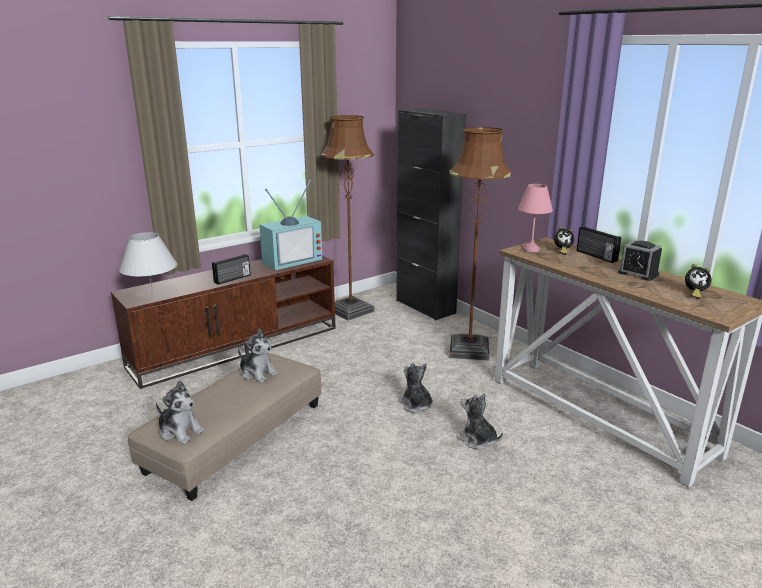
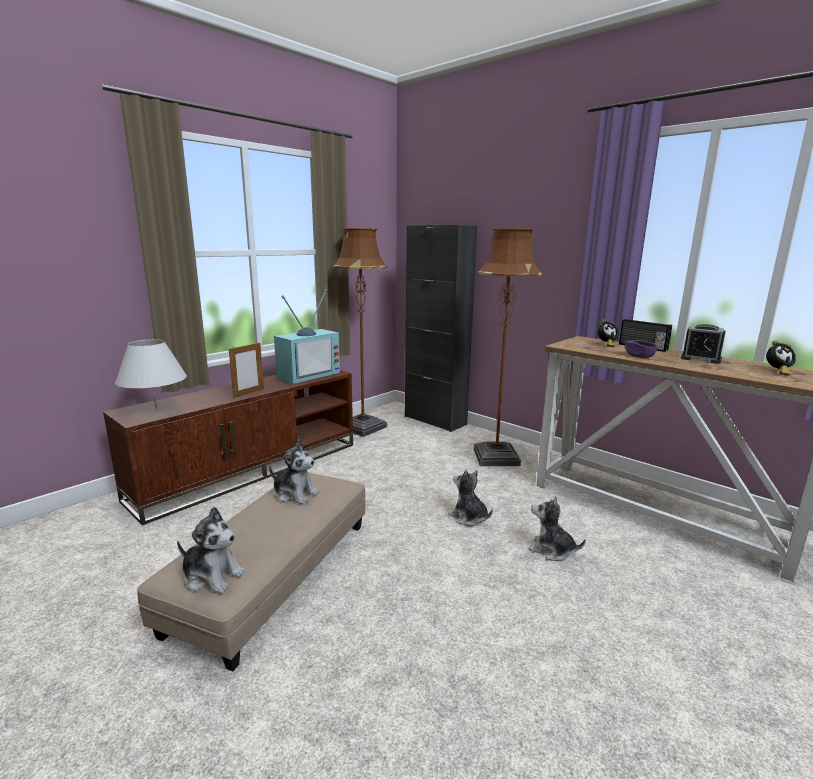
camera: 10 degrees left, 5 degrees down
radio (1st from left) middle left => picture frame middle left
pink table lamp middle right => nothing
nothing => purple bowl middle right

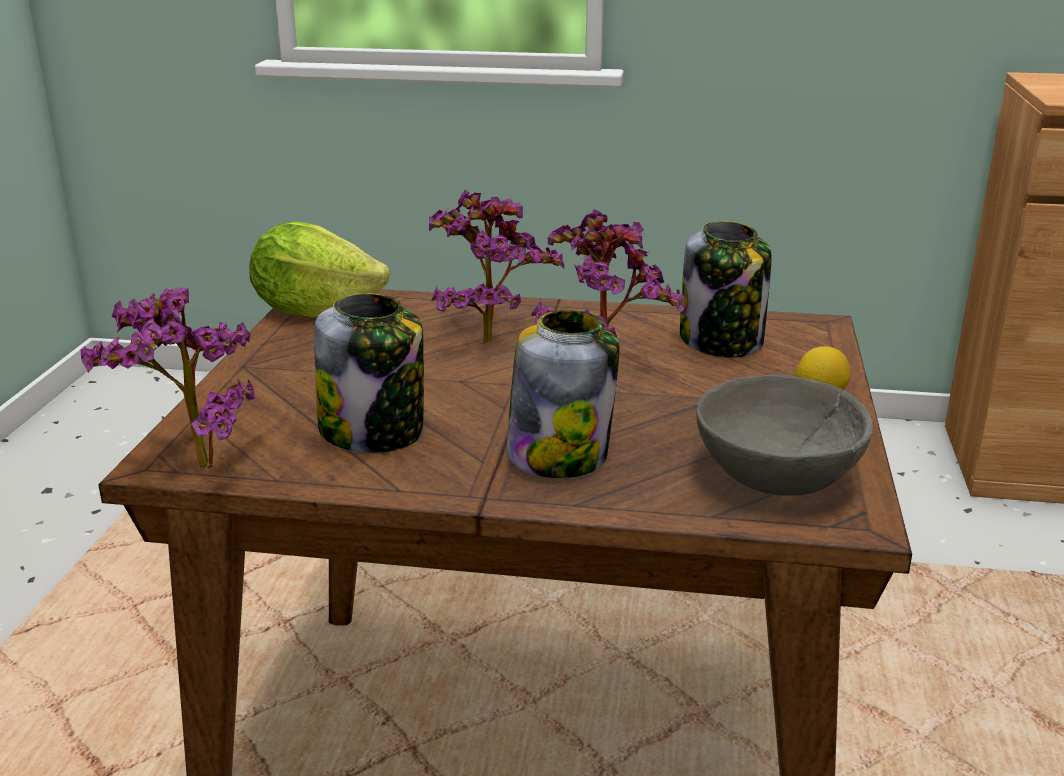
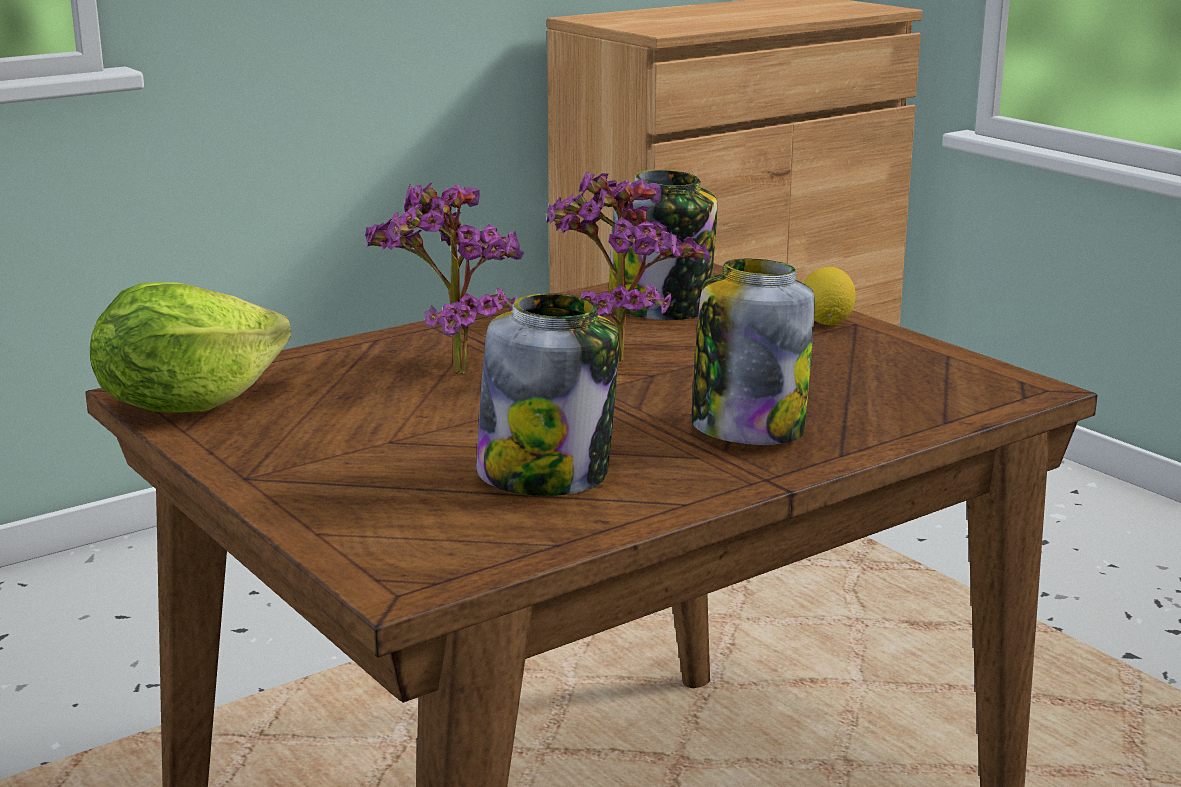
camera: 45 degrees left, 5 degrees down
potted plant (1st from left) middle left => nothing
grey bowl middle right => nothing

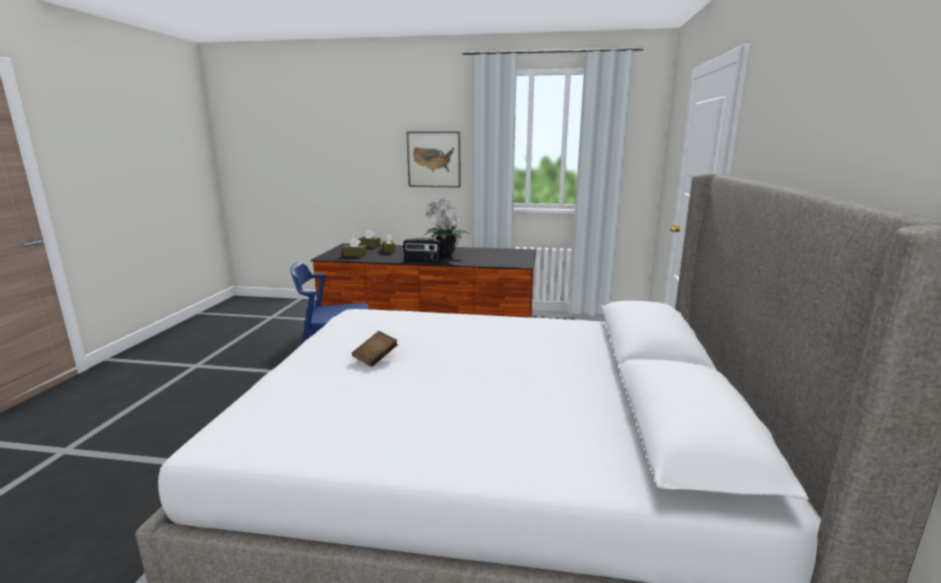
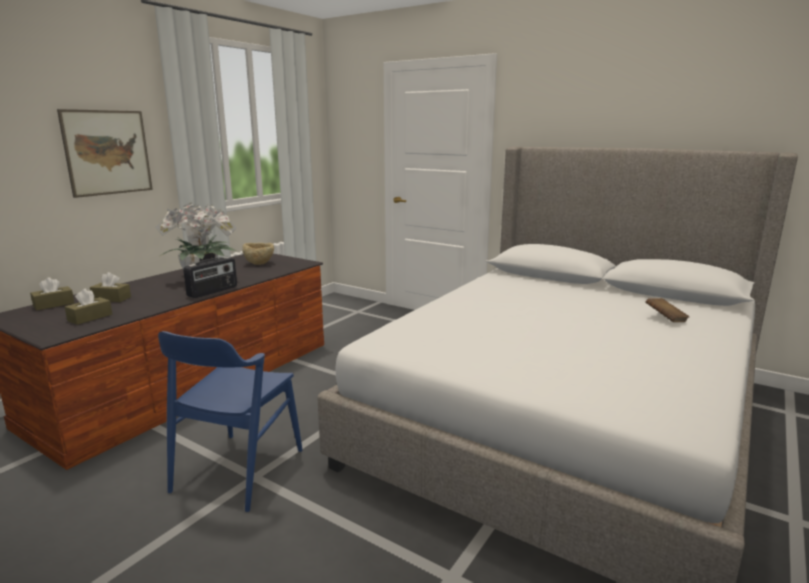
camera: 65 degrees left, 0 degrees up
brown book centre => brown book middle right, move
nothing => beige bowl middle left

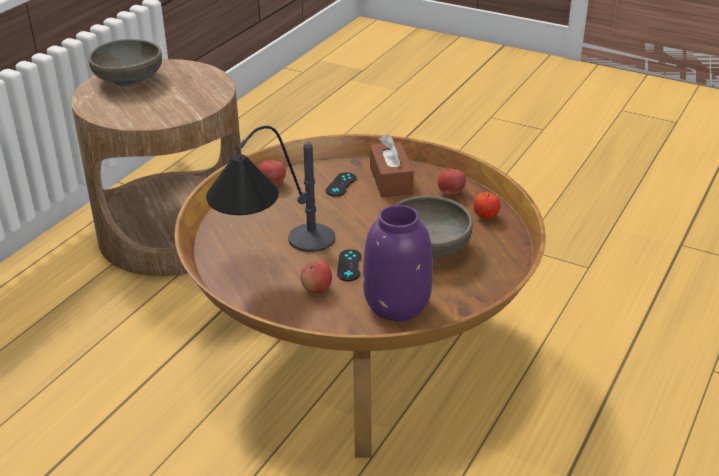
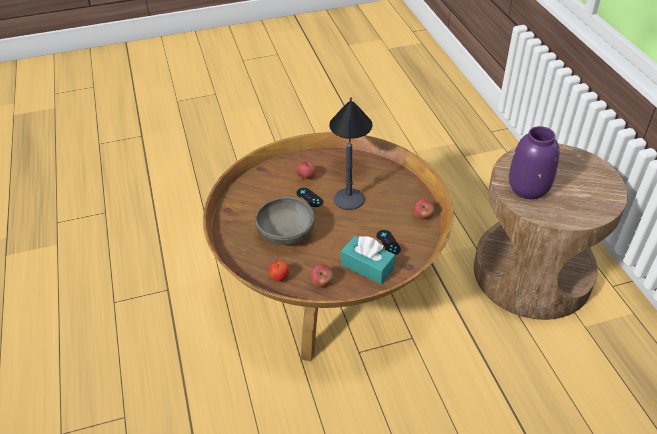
camera: 135 degrees right, 10 degrees up
grey bowl (1st from left) top left => nothing
purple vase centre => purple vase middle right, move
brown tissue box centre => turquoise tissue box centre

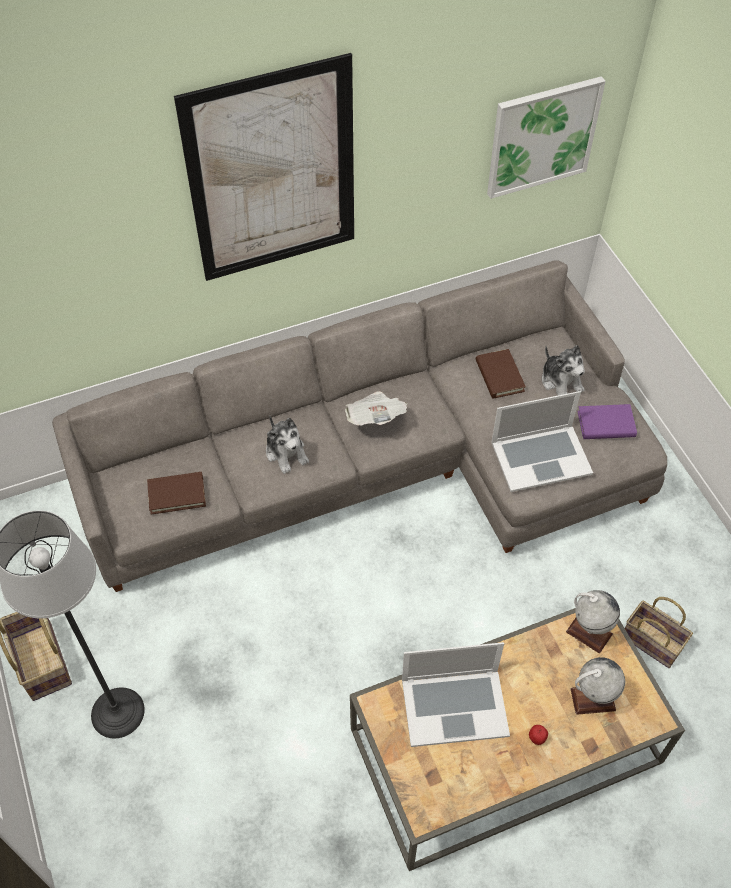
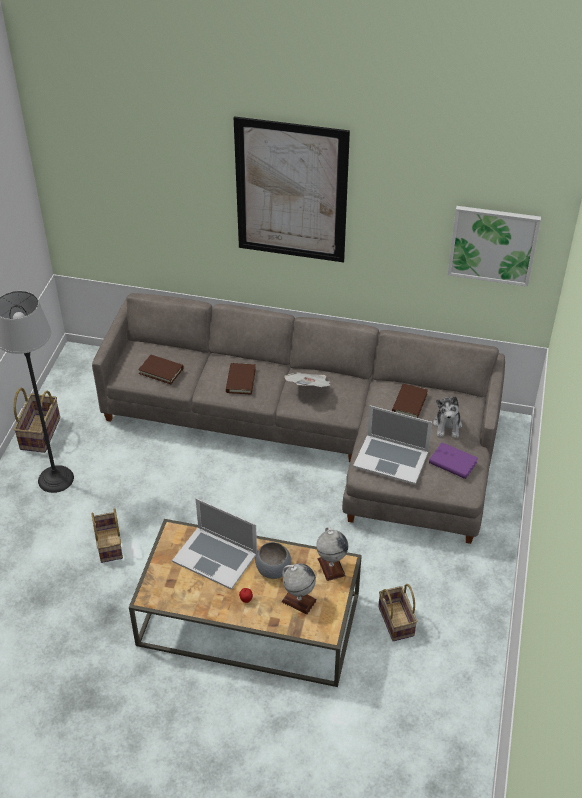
camera: 35 degrees right, 10 degrees down
plush toy (1st from left) centre => brown book (2nd from left) centre
nothing => basket (2nd from left) bottom left
nothing => grey bowl bottom centre

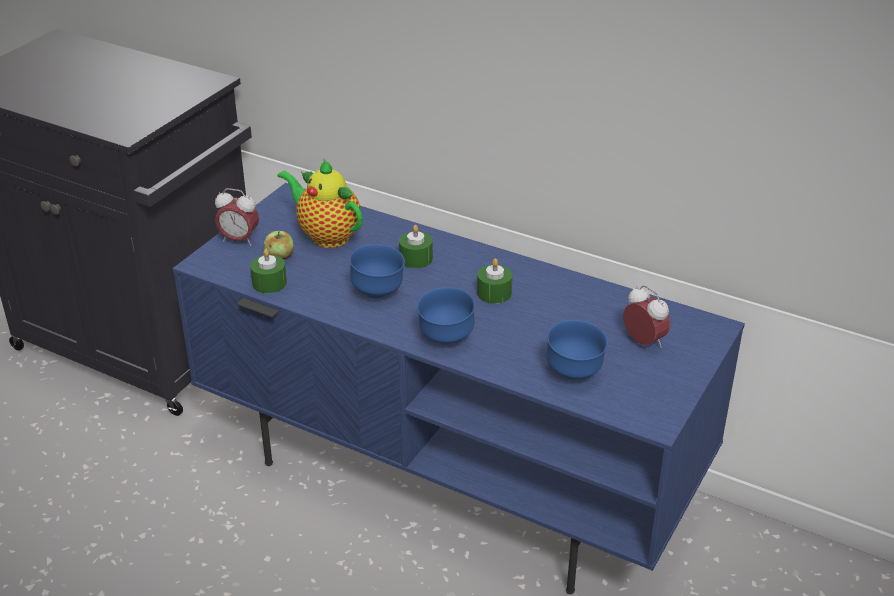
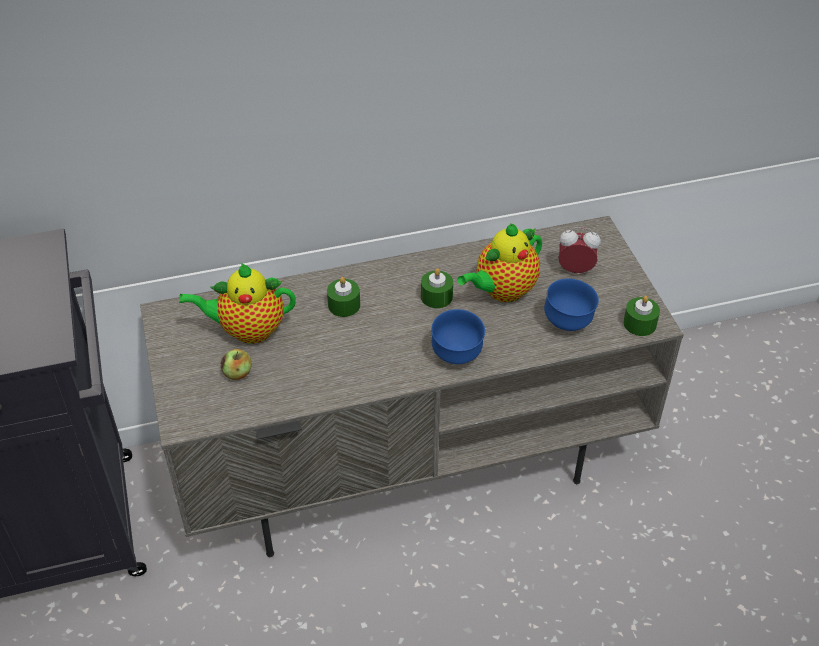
camera: 45 degrees left, 10 degrees up
blue tv stand centre => grey tv stand centre
alarm clock (1st from left) middle left => nothing
green candle (1st from left in the first image) middle left => green candle (3rd from left) middle right, move
blue bowl (1st from left) centre => nothing
nothing => teapot (2nd from left) centre

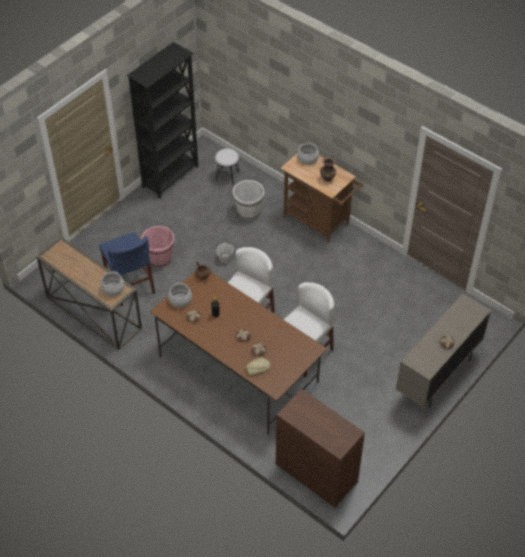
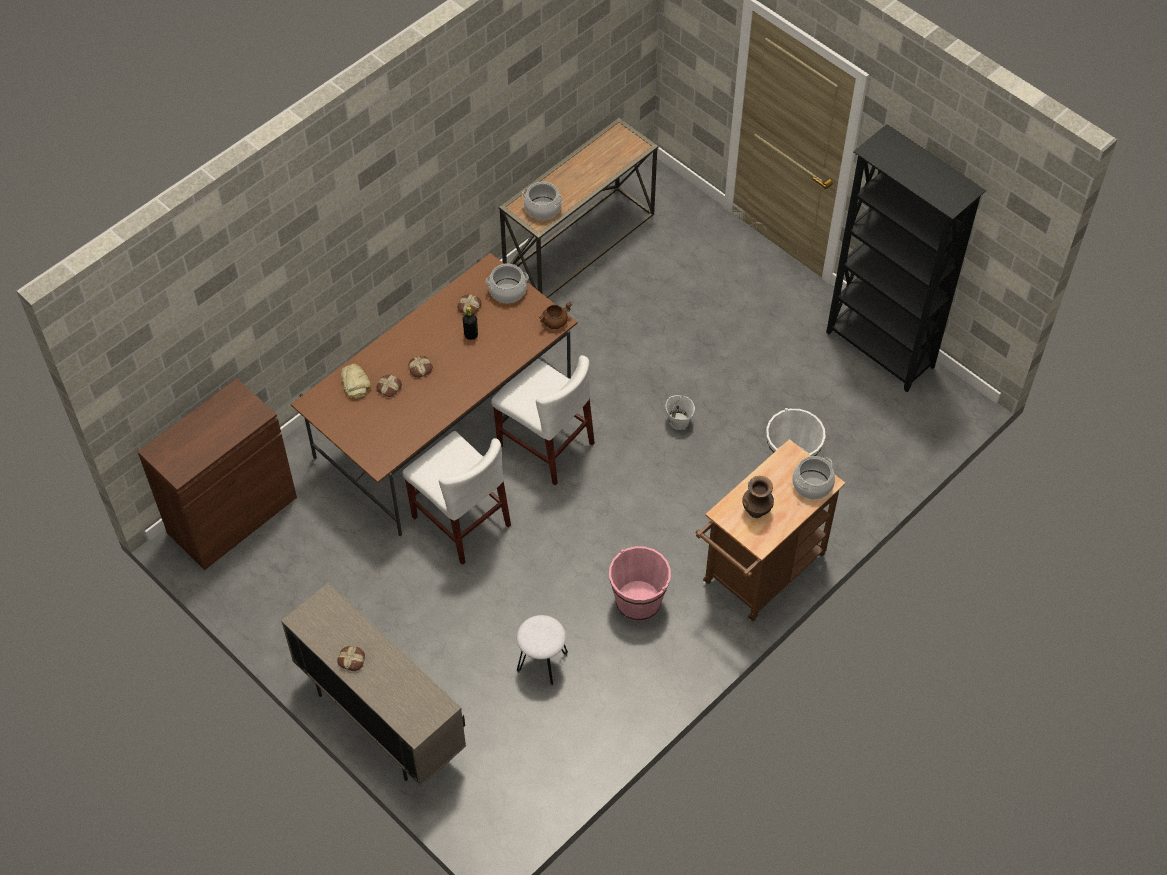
camera: 95 degrees right, 5 degrees up
blue chair middle left => nothing
pink bucket middle left => pink bucket centre, move
white stool top centre => white stool bottom centre, move

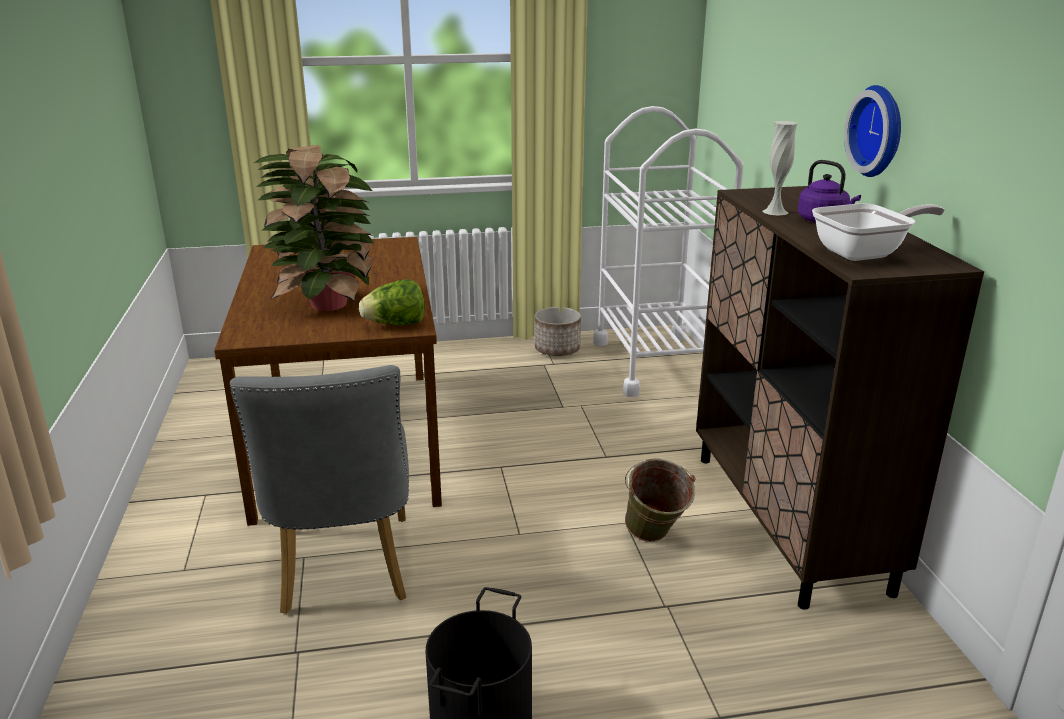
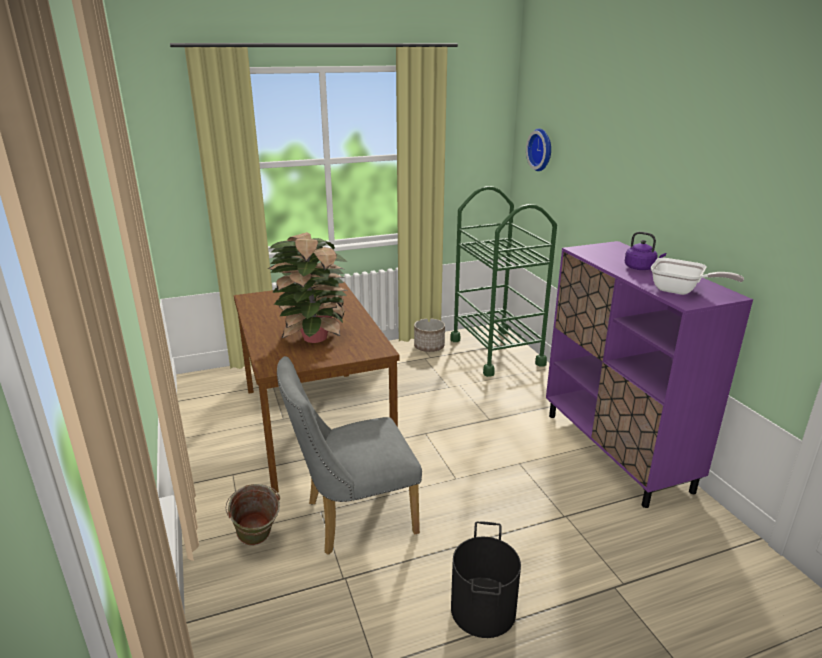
camera: 10 degrees left, 0 degrees up
grey chair bottom left => grey chair bottom centre, 90 degrees clockwise
lettuce centre => nothing
white cart centre => green cart centre
green bucket bottom centre => green bucket bottom left, move
brown cabinet middle right => purple cabinet middle right
white vase top right => nothing
frying pan top right => frying pan middle right, 60 degrees clockwise
wall clock top right => wall clock top centre, move

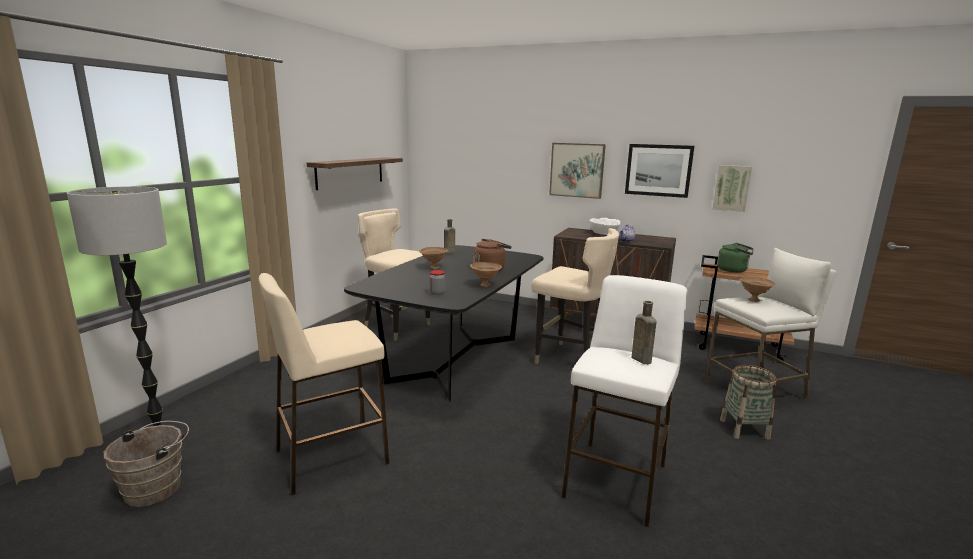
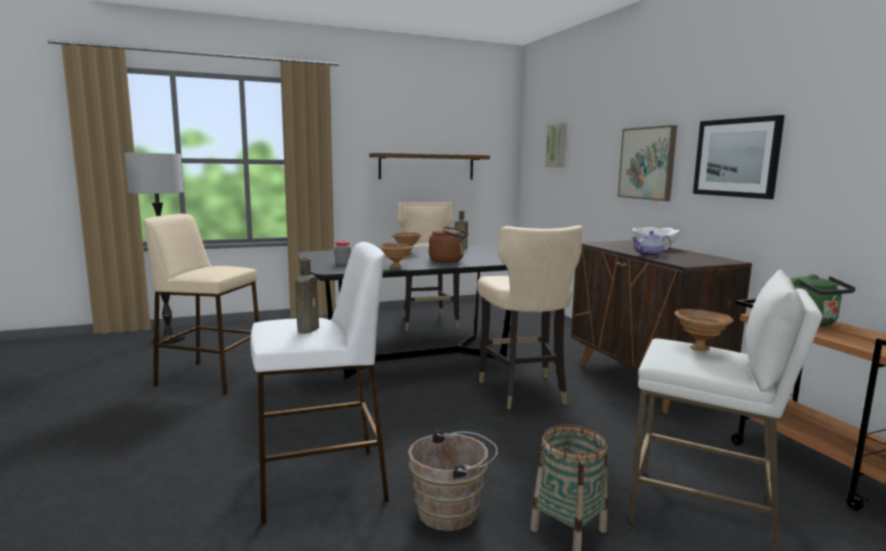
camera: 45 degrees right, 5 degrees down
brown bucket bottom left => brown bucket bottom centre, move
picture (3rd from left in the first image) middle right => picture (1st from left) top centre, move

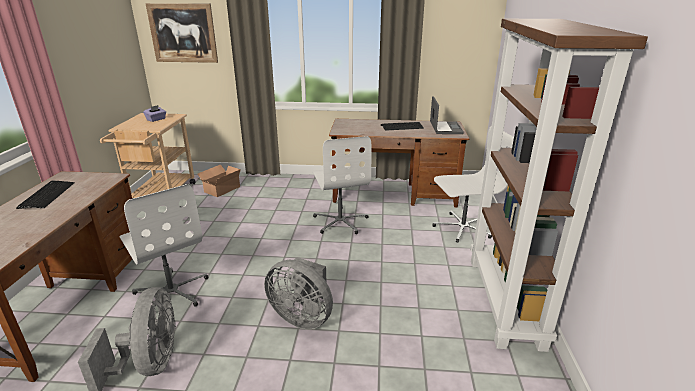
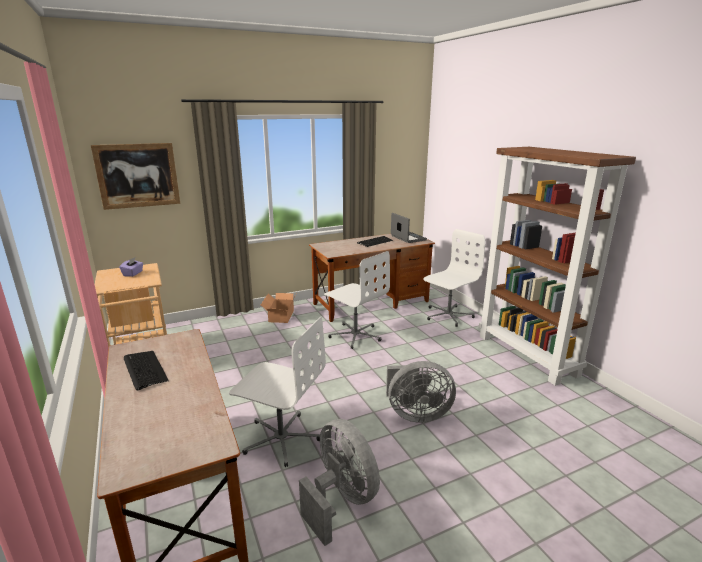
camera: 30 degrees left, 5 degrees down
cardboard box middle left => cardboard box centre, move

